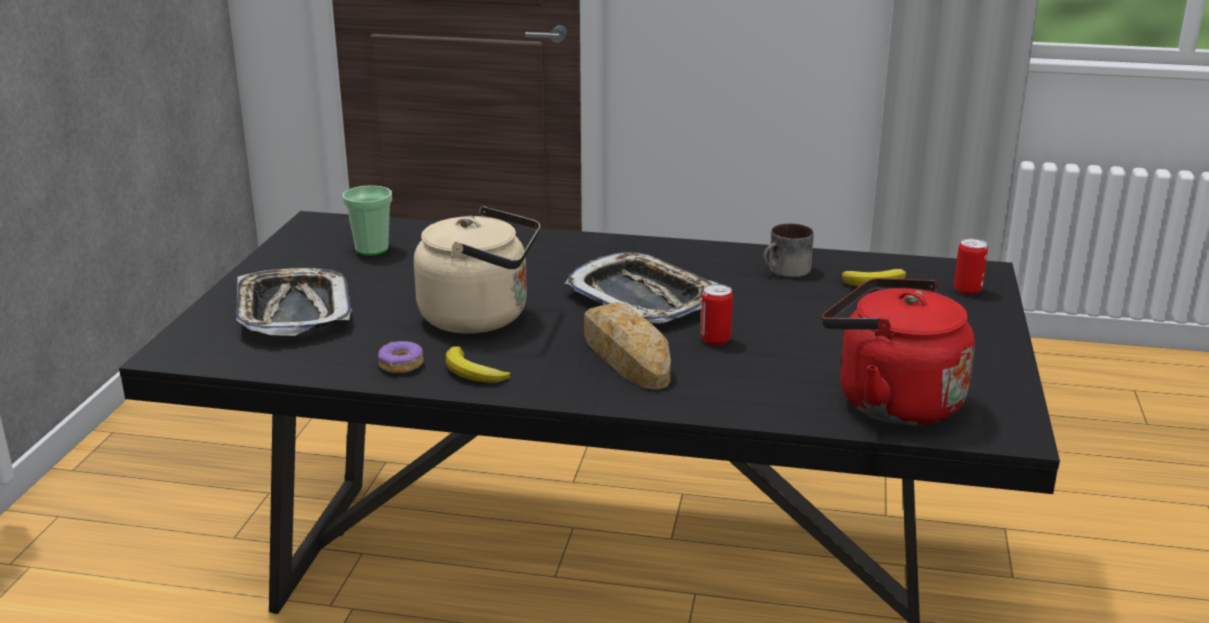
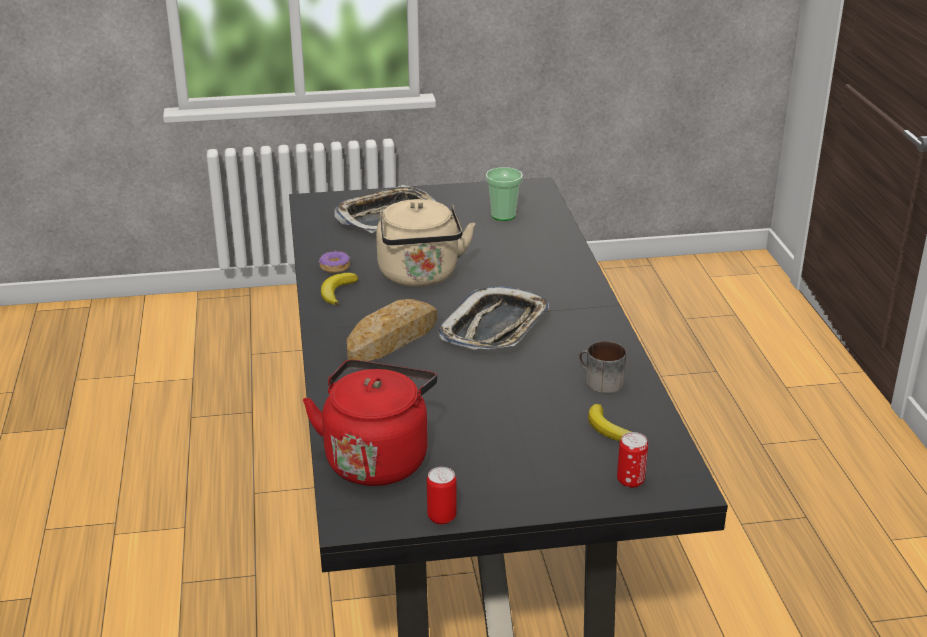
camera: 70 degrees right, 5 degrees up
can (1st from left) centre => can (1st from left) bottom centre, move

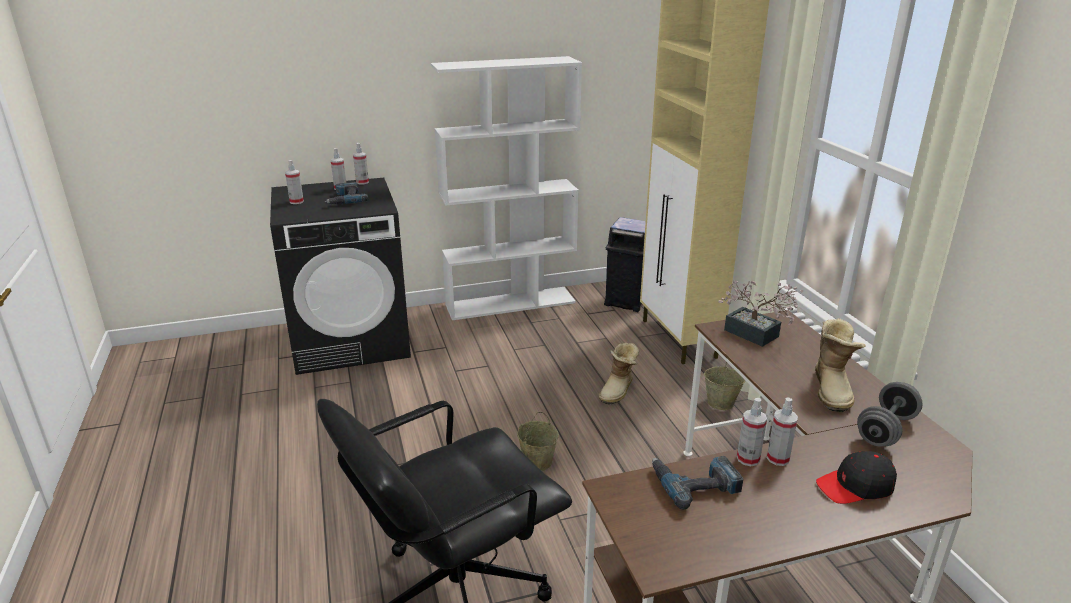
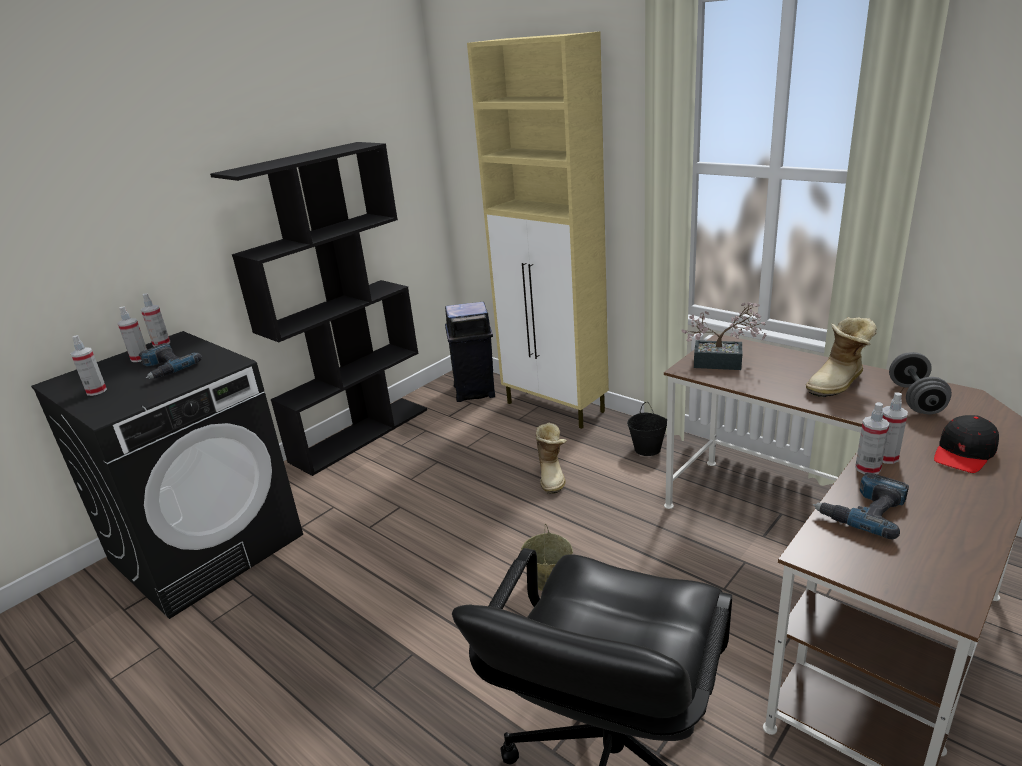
camera: 30 degrees left, 0 degrees up
white bookcase top centre => black bookcase middle left
beige bucket (2nd from left) middle right => black bucket centre
boot (2nd from left) middle right, 75 degrees clockwise

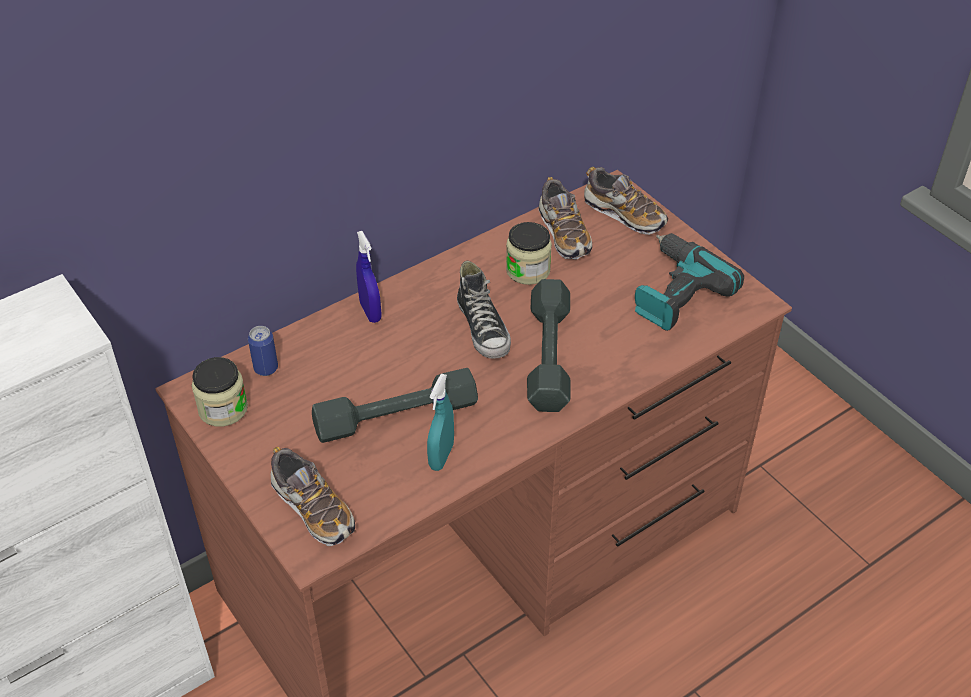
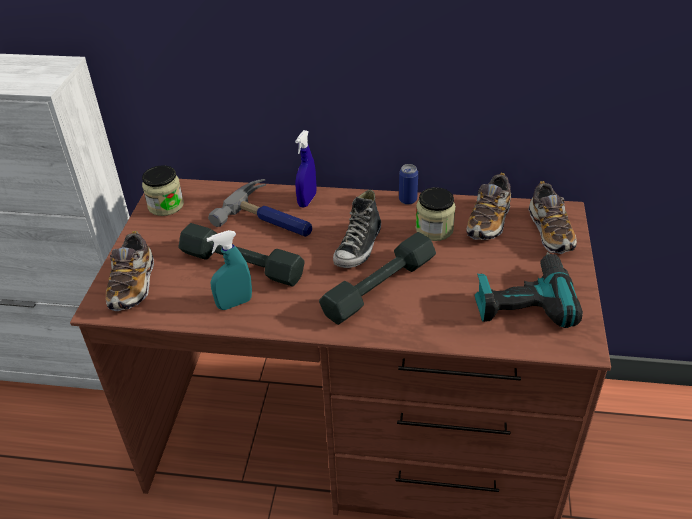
camera: 45 degrees right, 5 degrees down
can middle left => can centre, move
nothing => hammer centre

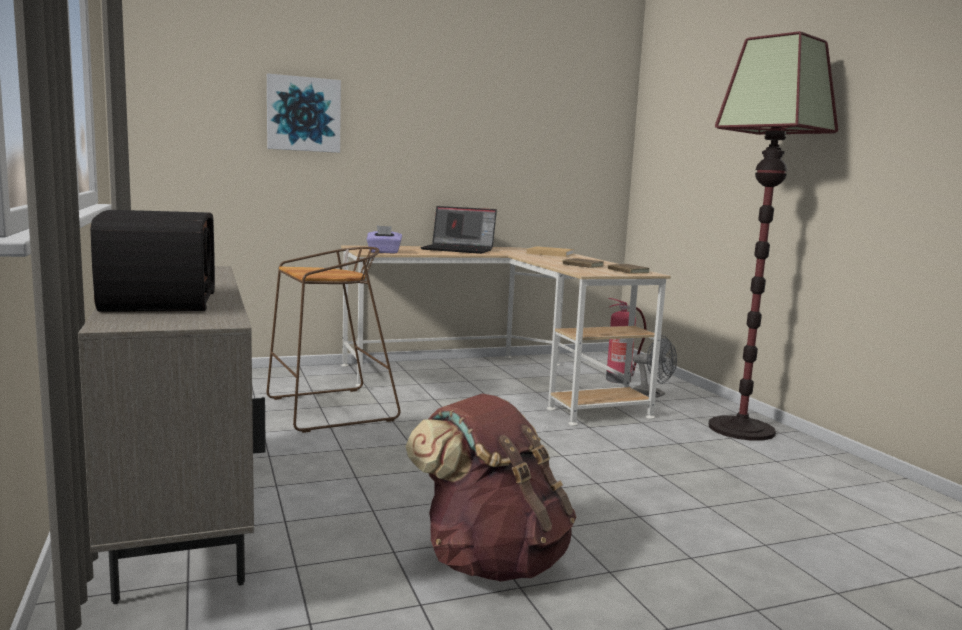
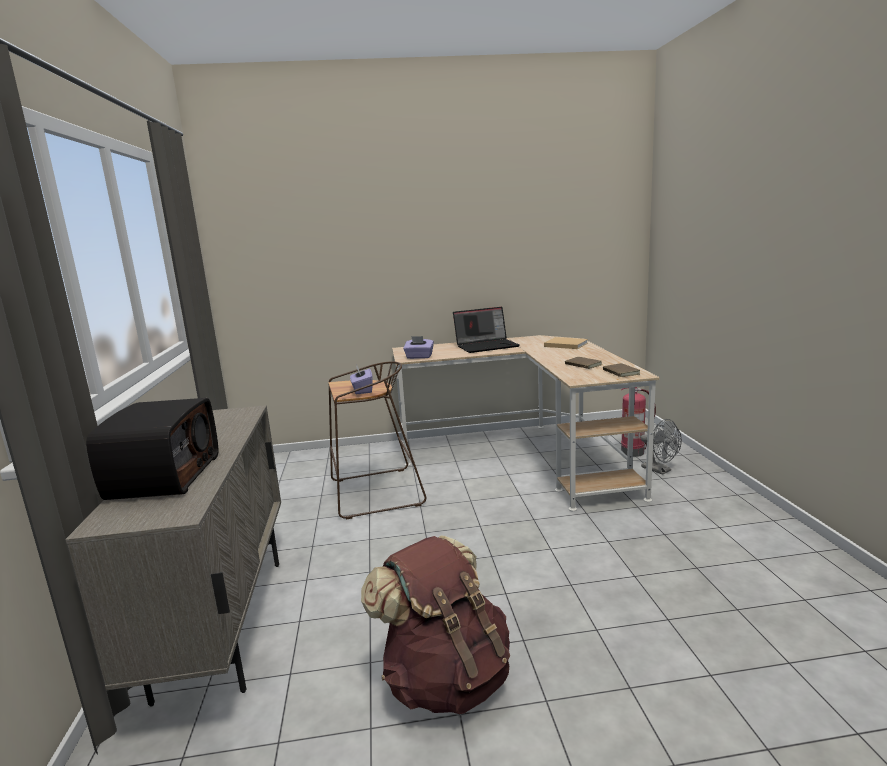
camera: 15 degrees right, 5 degrees up
picture top left => nothing
laptop centre, 45 degrees counterclockwise
floor lamp middle right => nothing
nothing => purple tissue box (1st from left) centre

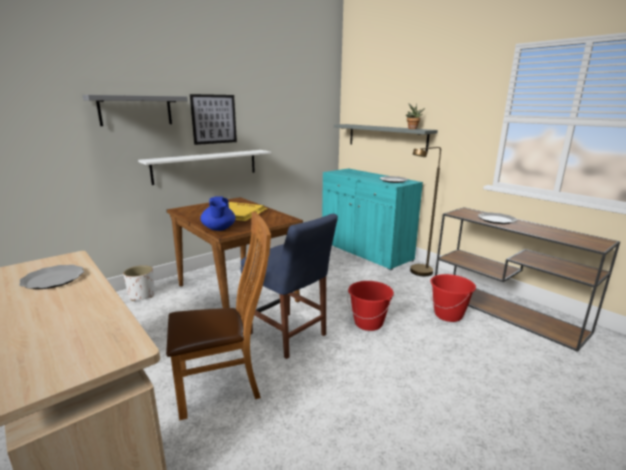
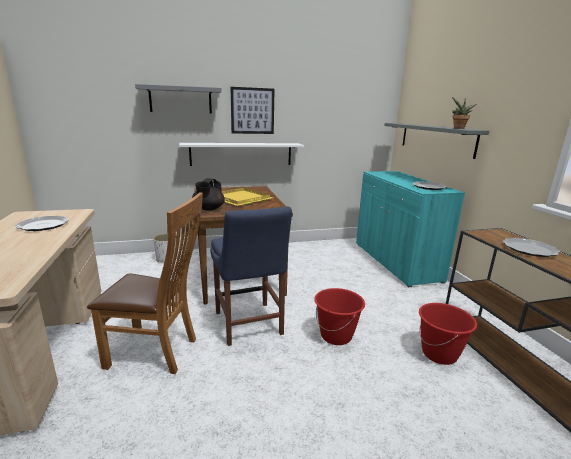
camera: 25 degrees right, 0 degrees up
blue teapot centre => black teapot centre
brown floor lamp middle right => nothing

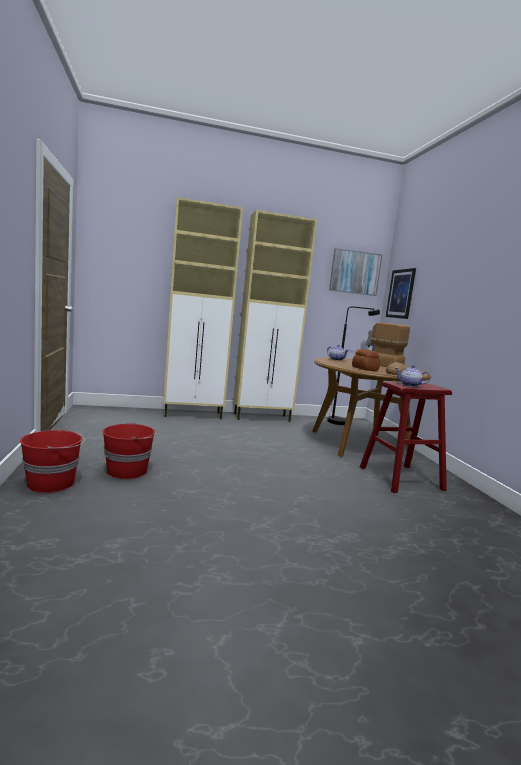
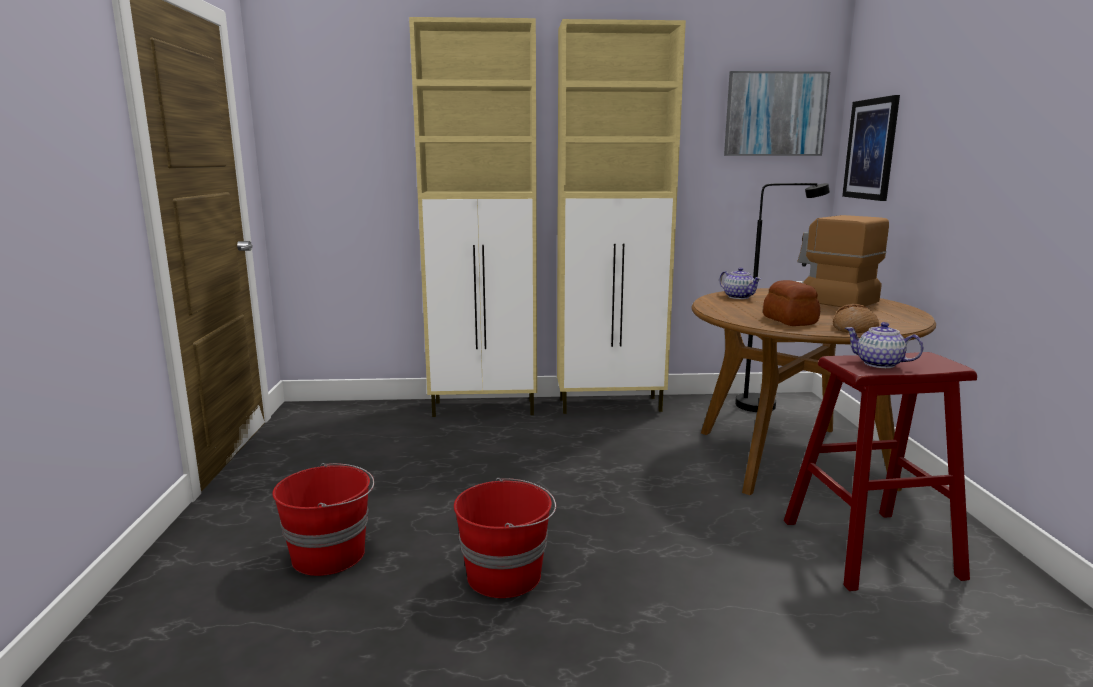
camera: 10 degrees right, 5 degrees up
red bucket (1st from left in the first image) middle left => red bucket (2nd from left) bottom centre, move

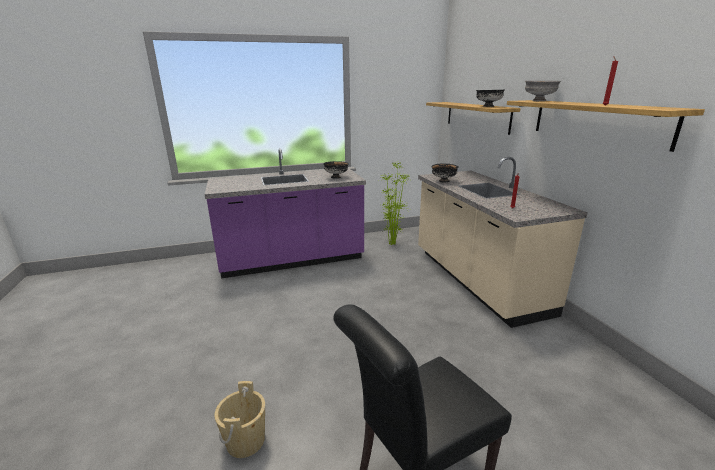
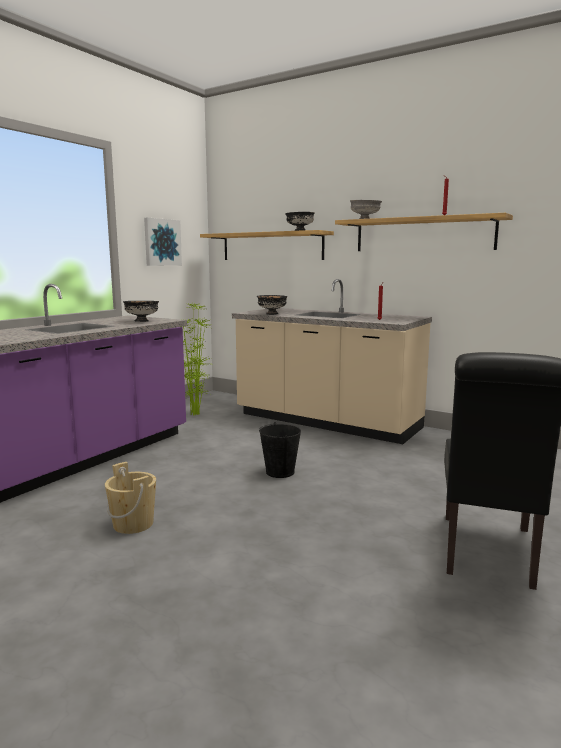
camera: 40 degrees left, 10 degrees down
beige bucket bottom centre => beige bucket middle left, move
nothing => picture top left
nothing => black bucket centre

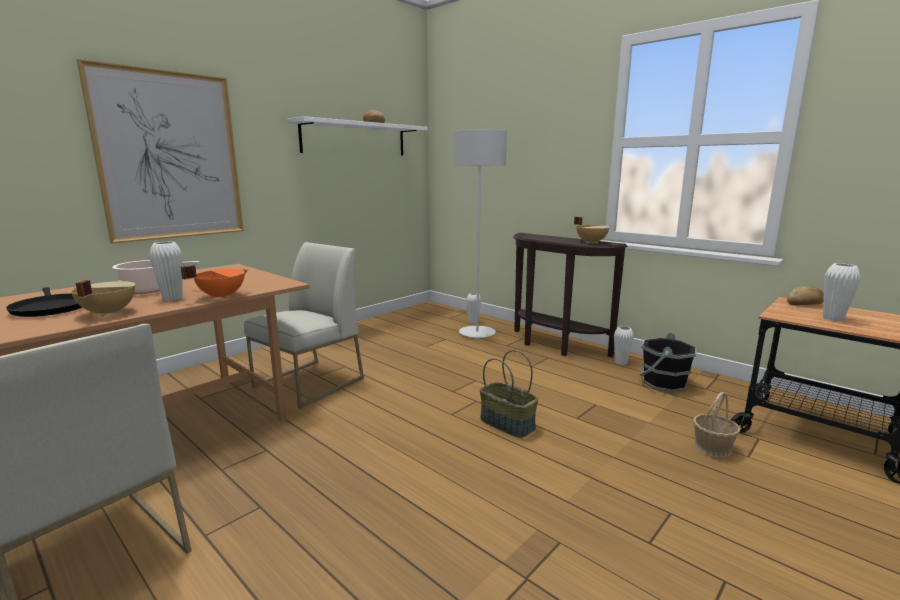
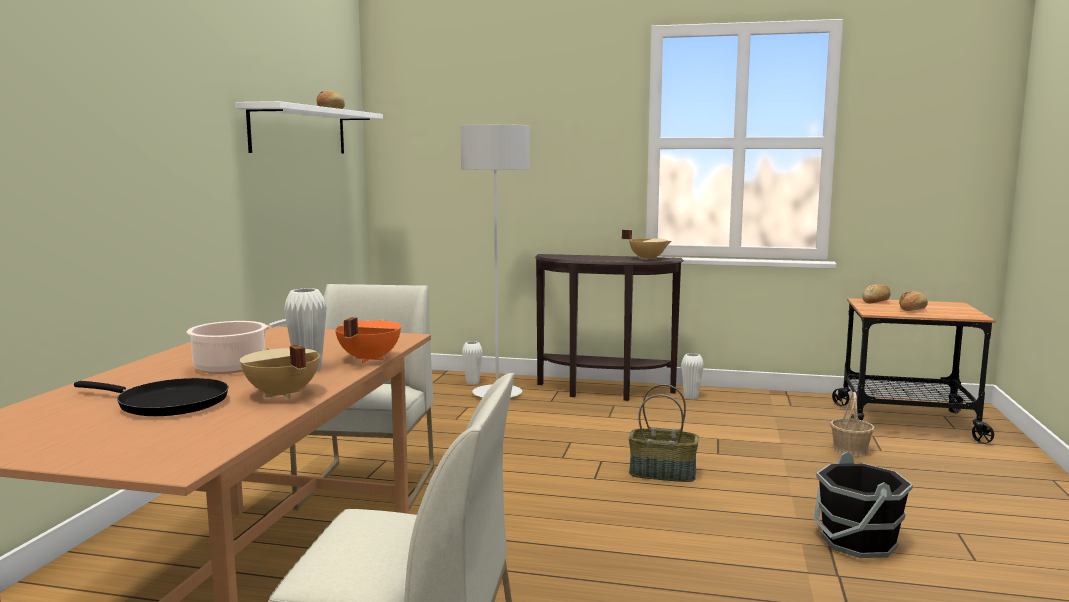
camera: 30 degrees left, 5 degrees down
picture top left => nothing
black bucket middle right => black bucket bottom right, move
white vase (4th from left) middle right => bread (3rd from left) middle right

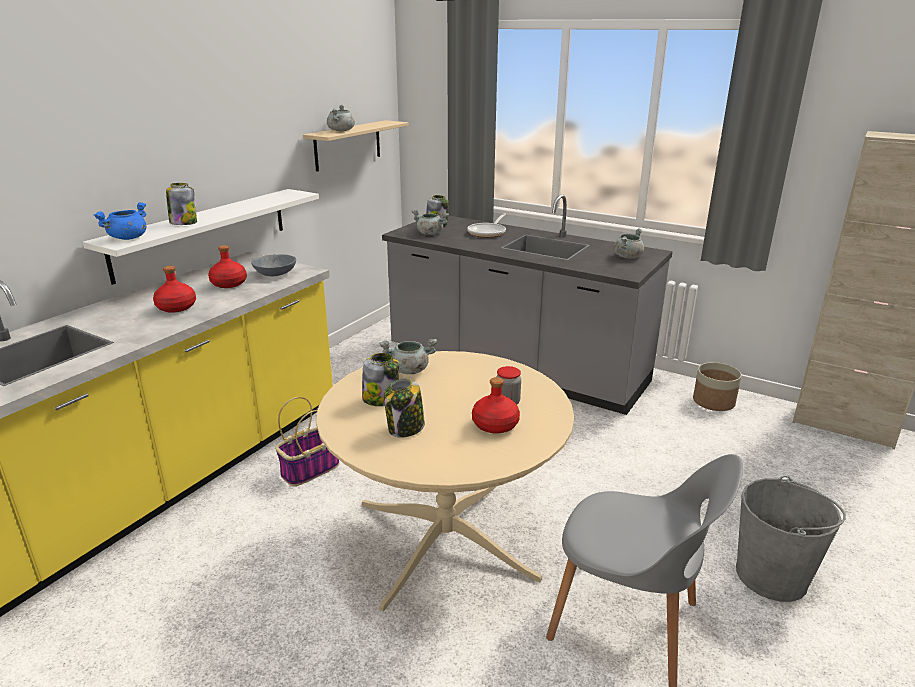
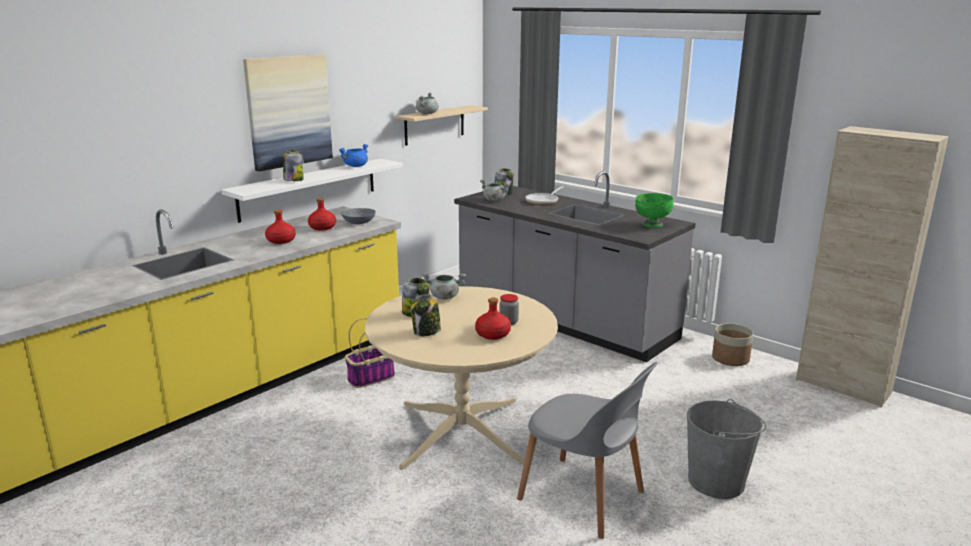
camera: 10 degrees right, 5 degrees down
blue cooking pot top left => blue cooking pot top centre, move
grey cooking pot (4th from left) middle right => green bowl middle right
nothing => picture top left

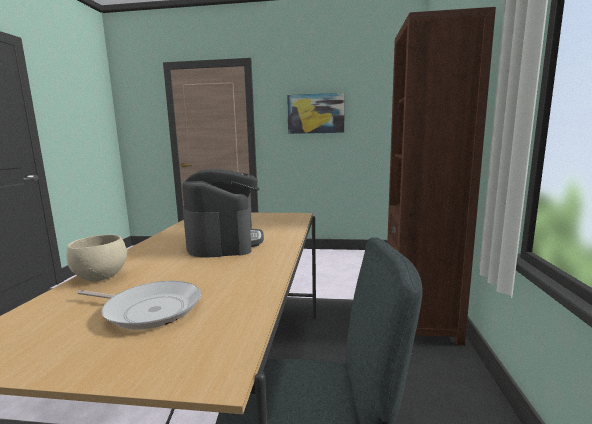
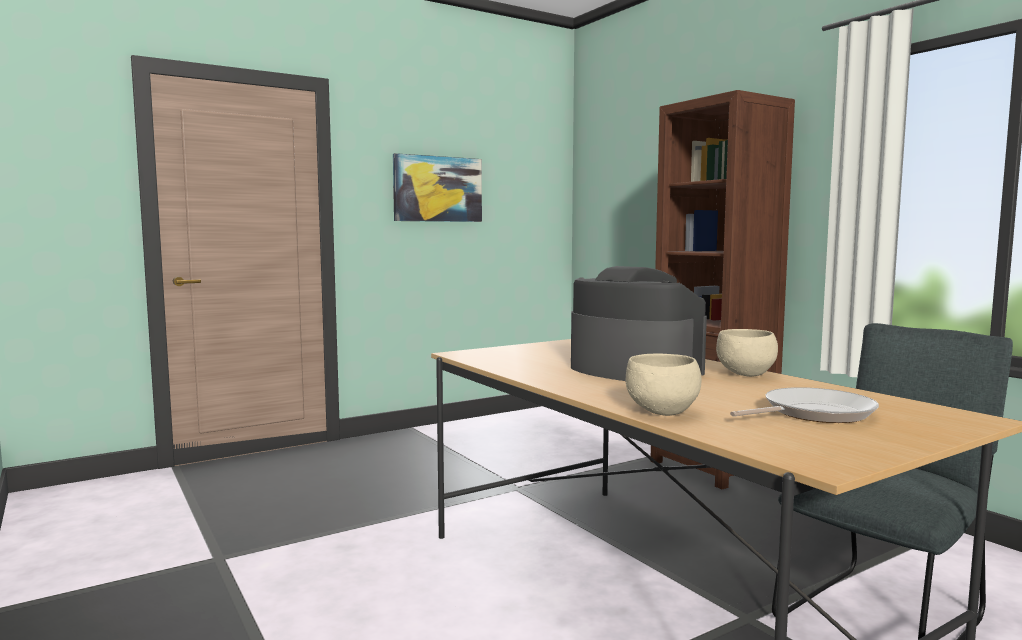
camera: 40 degrees left, 5 degrees down
nothing => beige bowl (2nd from left) middle right

